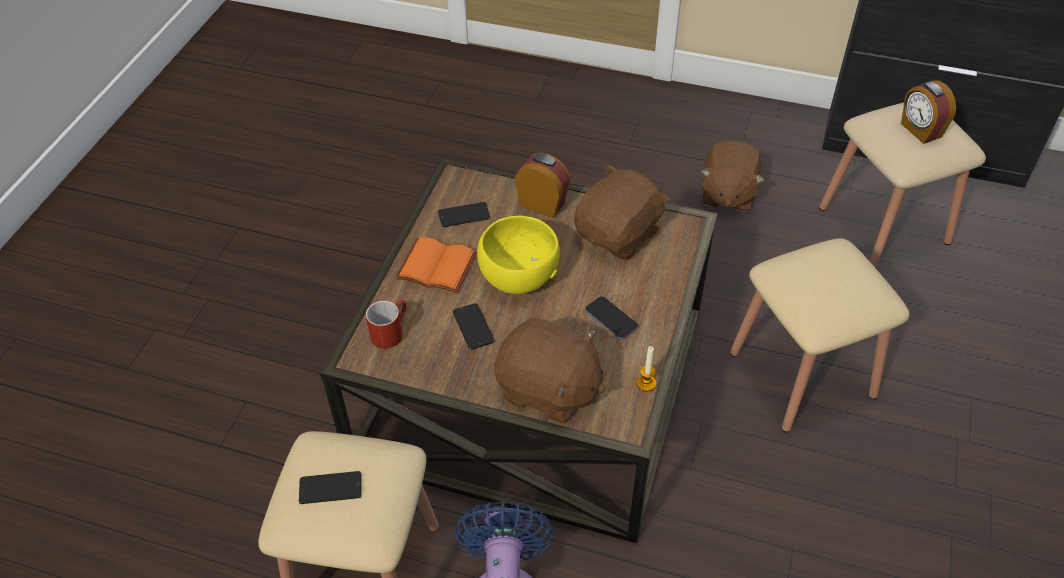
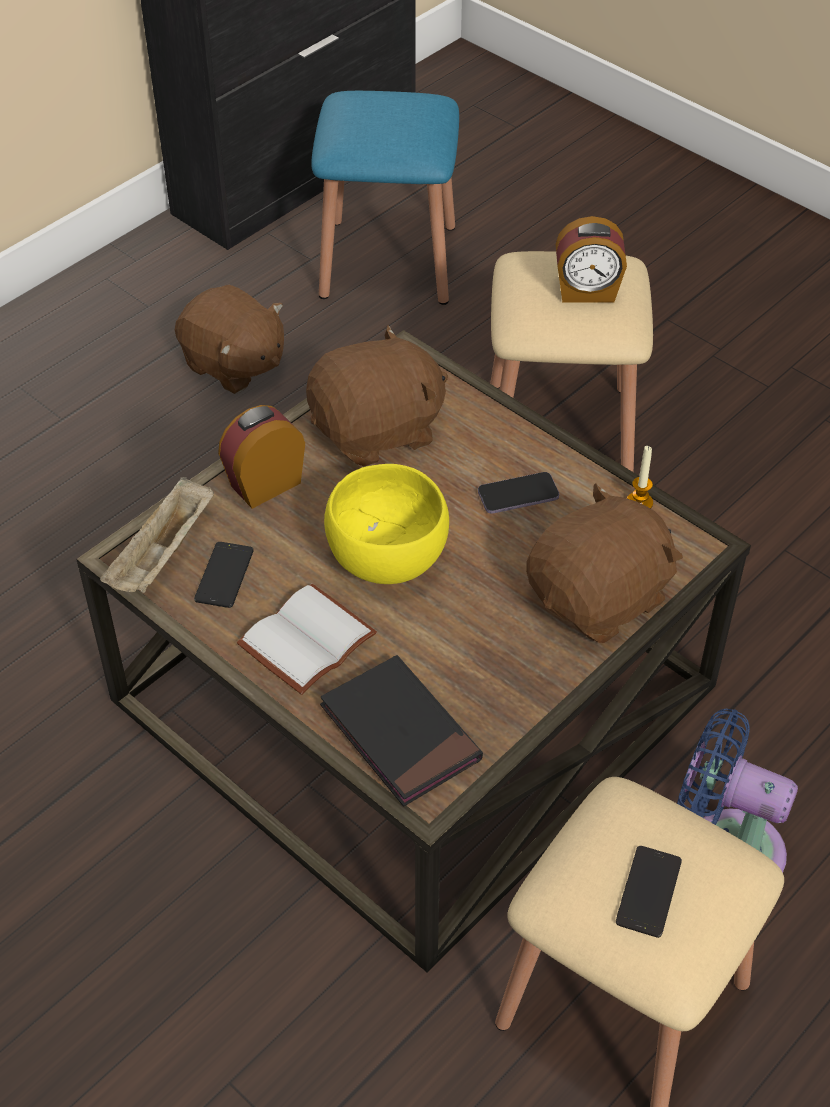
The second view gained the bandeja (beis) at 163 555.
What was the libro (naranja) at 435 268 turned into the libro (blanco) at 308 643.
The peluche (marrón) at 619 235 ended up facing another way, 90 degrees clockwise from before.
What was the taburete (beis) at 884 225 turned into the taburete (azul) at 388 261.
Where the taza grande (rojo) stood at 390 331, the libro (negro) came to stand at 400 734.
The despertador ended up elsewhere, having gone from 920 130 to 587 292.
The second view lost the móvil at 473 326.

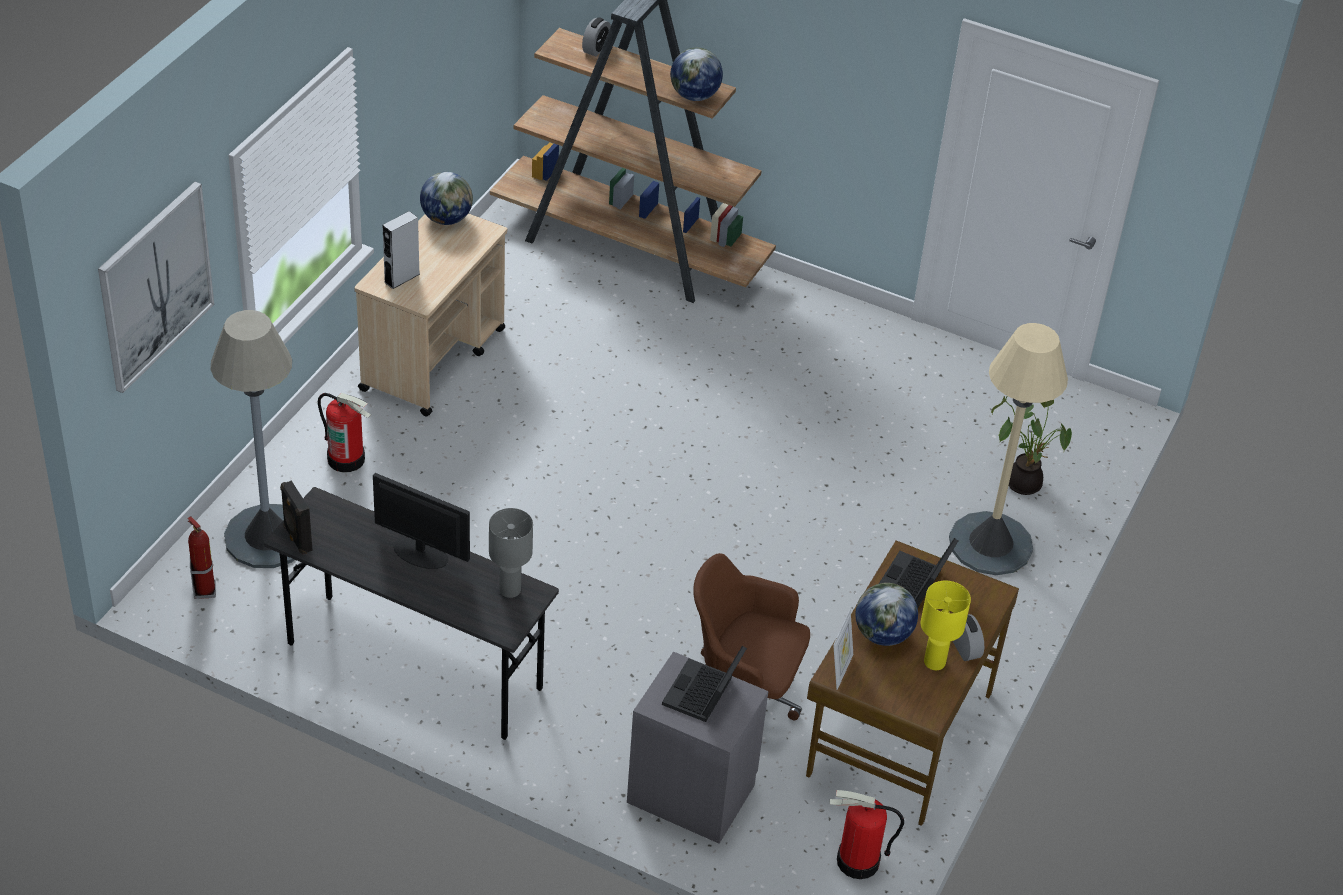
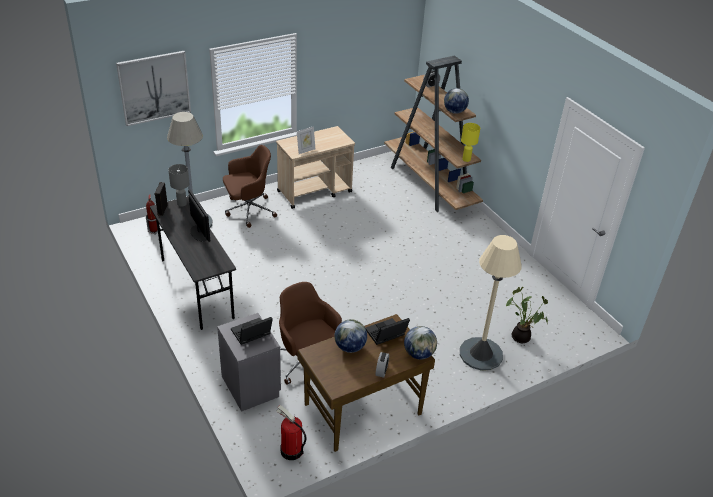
The lámpara de mesa (gris) ended up elsewhere, having gone from 510 590 to 181 204.
Where the extintor stood at 346 459, the silla de oficina (marrón) came to stand at 248 210.
The portarretratos ended up elsewhere, having gone from 840 670 to 306 150.
The globo terráqueo ended up elsewhere, having gone from 446 219 to 419 354.
The lámpara de mesa (amarillo) ended up elsewhere, having gone from 934 662 to 466 159.
The second view lost the altavoz (gris) at 402 278.

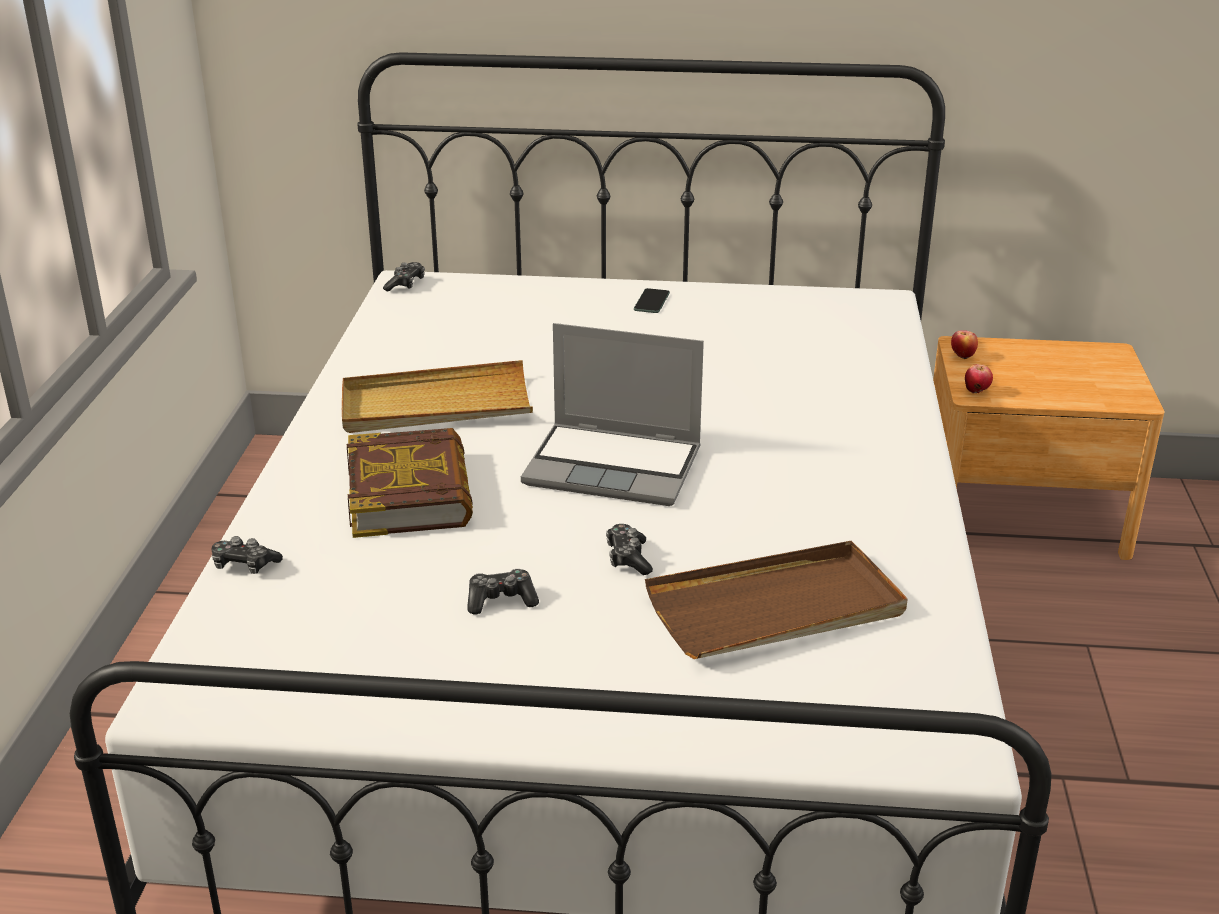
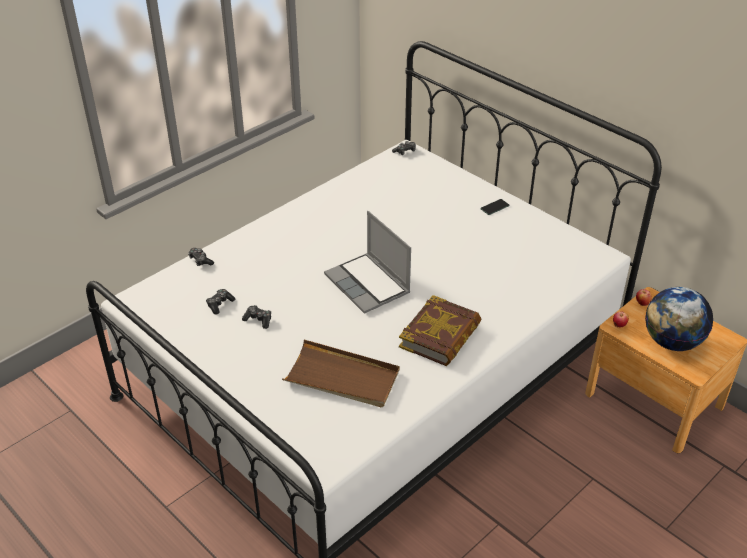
The mando de consola ended up elsewhere, having gone from 628 558 to 220 304.
The libro ended up elsewhere, having gone from 410 493 to 440 336.
The second view gained the globo terráqueo at 671 342.
The second view lost the bandeja (beis) at 435 405.

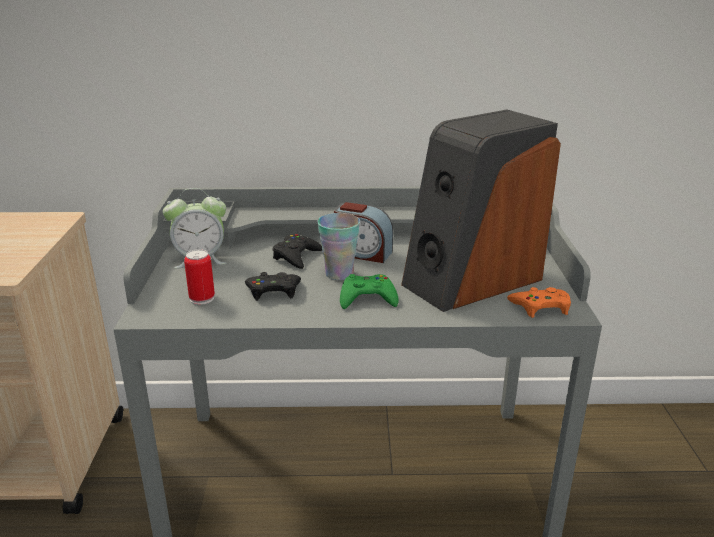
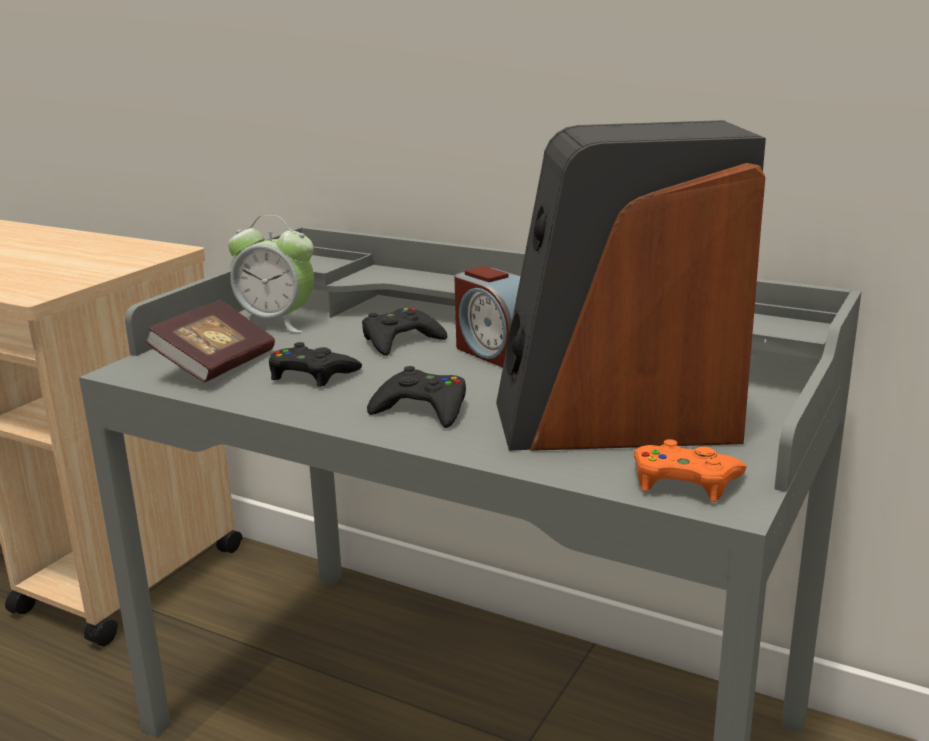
Where the lata stood at 202 298, the libro came to stand at 216 365.
What was the mando de consola (verde) at 367 298 turned into the mando de consola (negro) at 423 409.
The second view lost the taza at 339 274.

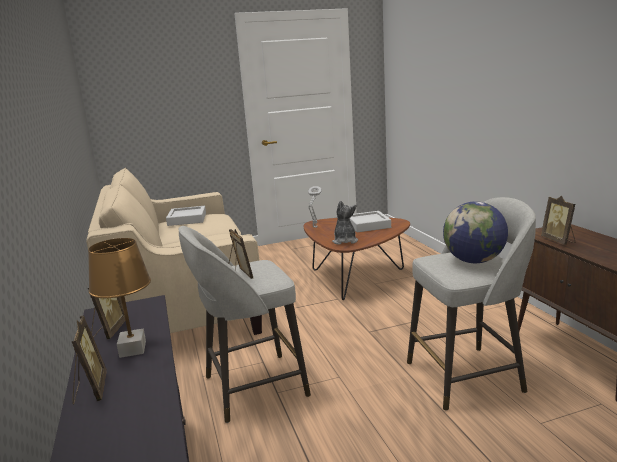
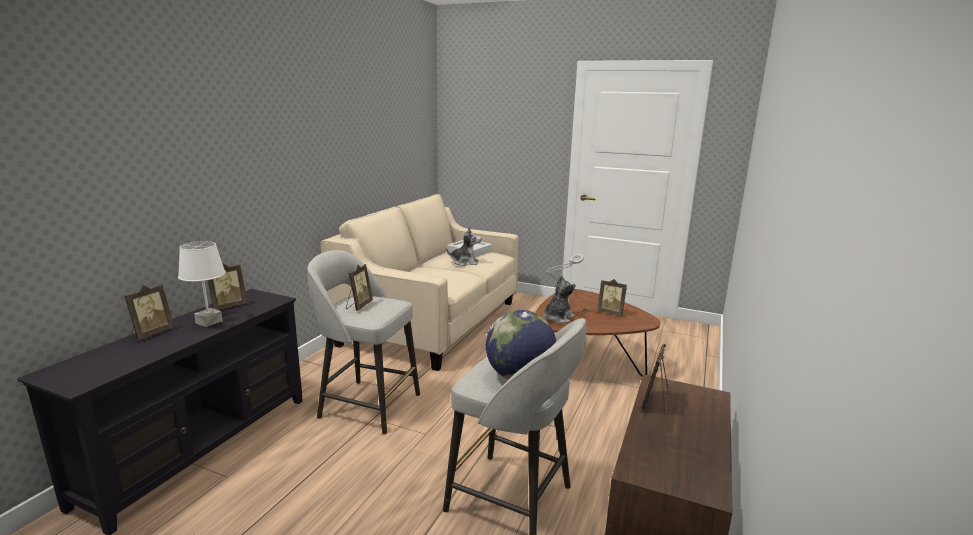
What was the lámpara de mesa (marrón) at 132 349 turned into the lámpara de mesa (blanco) at 209 322.
The second view gained the peluche at 465 262.
Where the bandeja (gris) stood at 368 225, the portarretratos came to stand at 611 312.

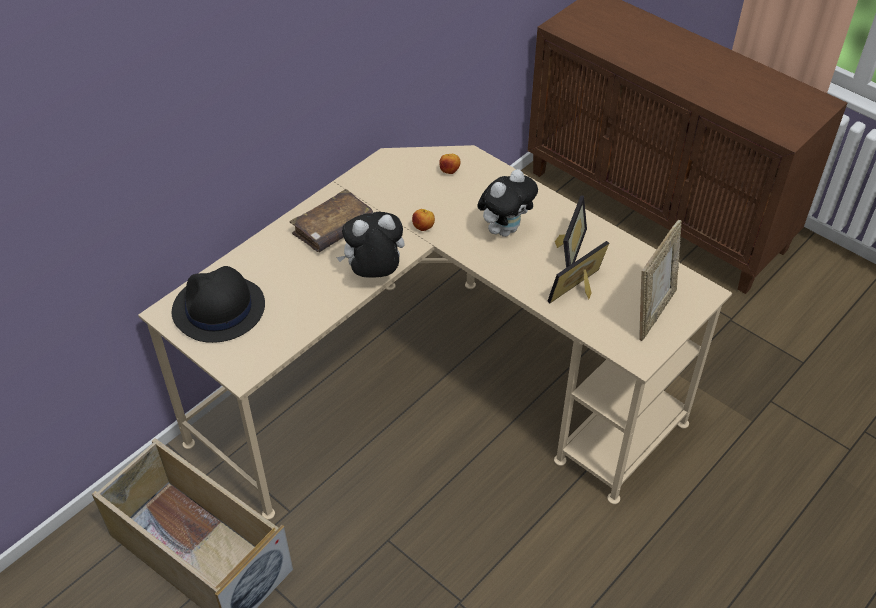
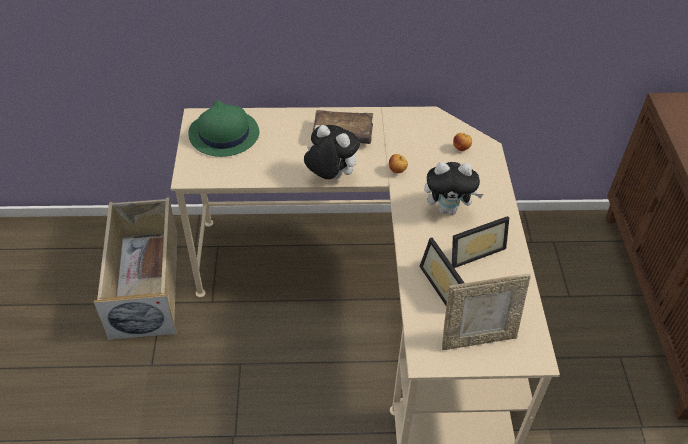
What was the sombrero (negro) at 218 309 turned into the sombrero (verde) at 223 134.
The portarretratos at 581 292 ended up facing another way, 120 degrees counterclockwise from before.

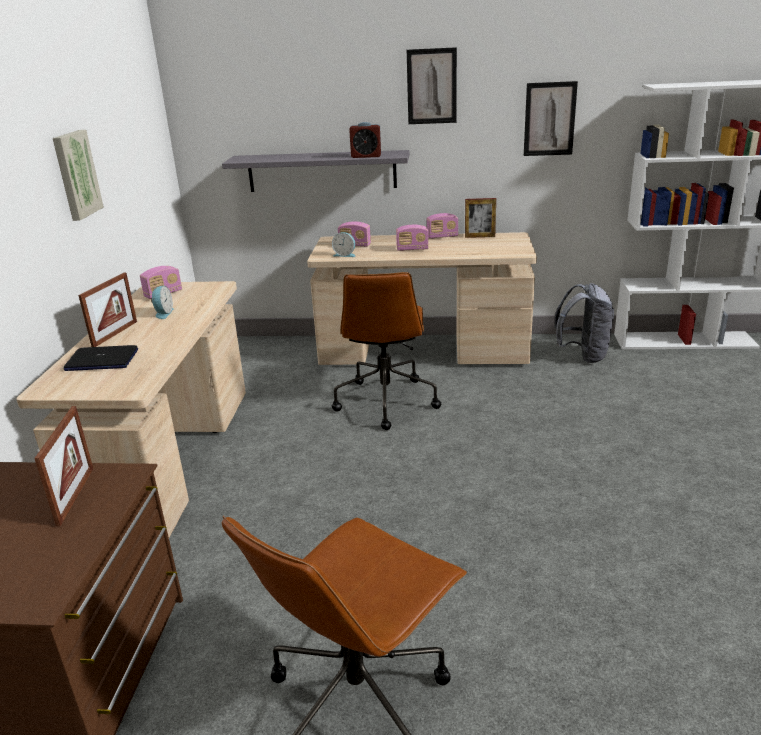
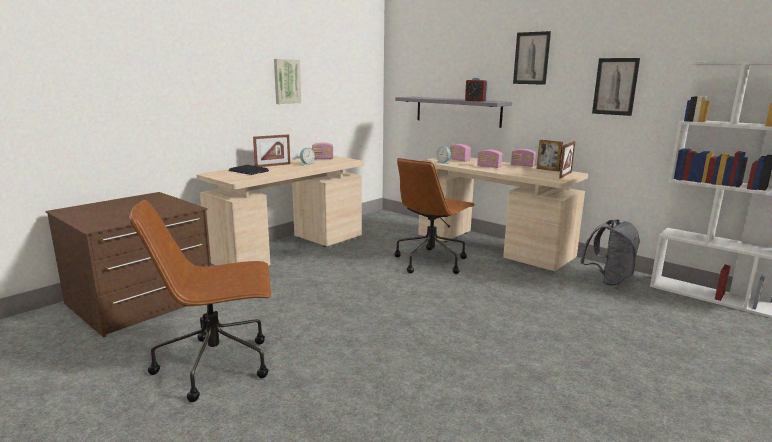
The portarretratos ended up elsewhere, having gone from 75 495 to 565 175.

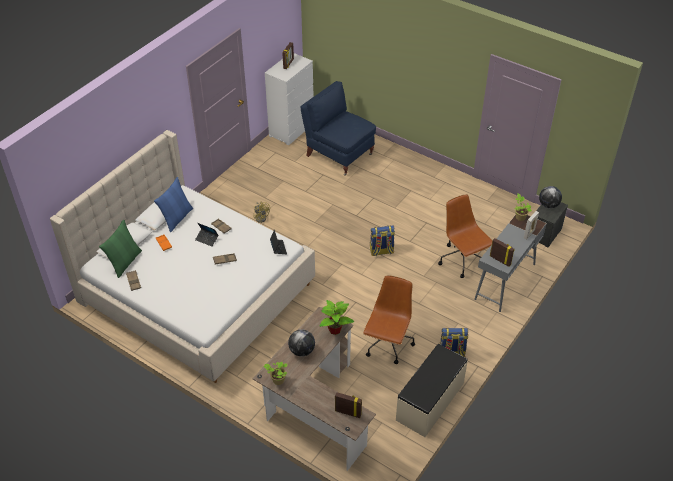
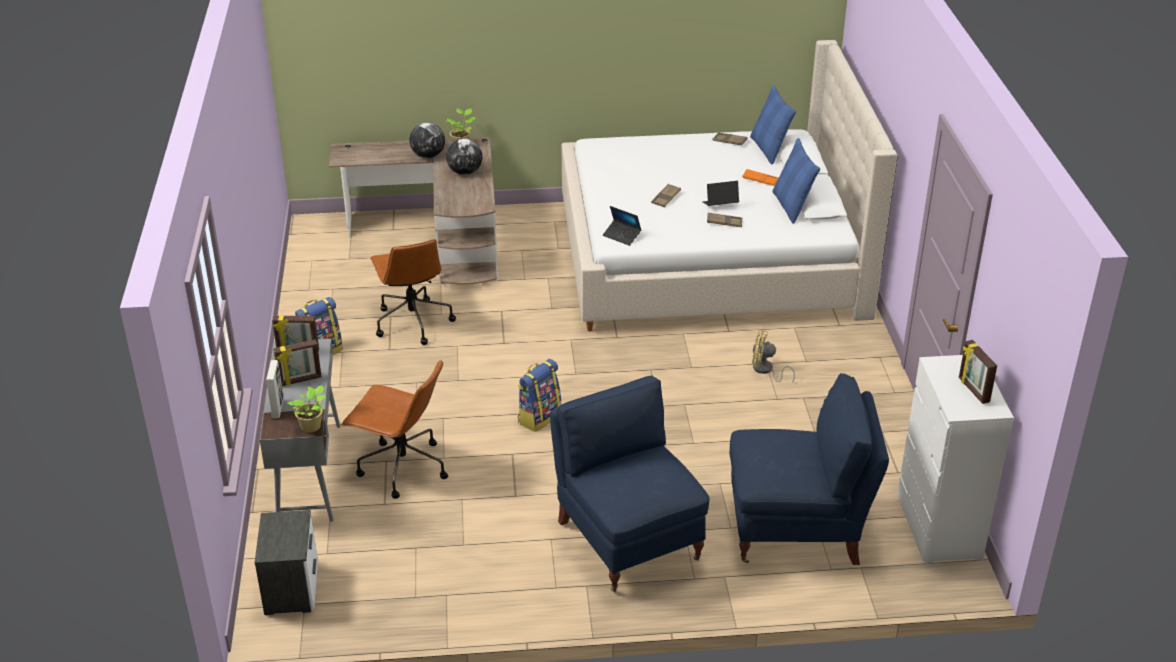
The portarretratos ended up elsewhere, having gone from 348 412 to 300 380.
The globo terráqueo ended up elsewhere, having gone from 548 205 to 428 156.
The second view gained the sillón (azul) at 627 539.
What was the cojín (verde) at 125 262 turned into the cojín (azul) at 769 149.
The second view lost the planta en maceta at 335 329.
The second view lost the banco (beis) at 430 402.

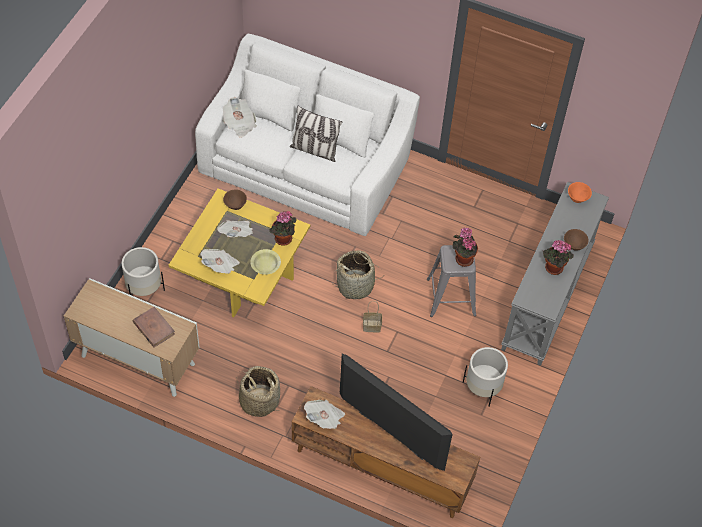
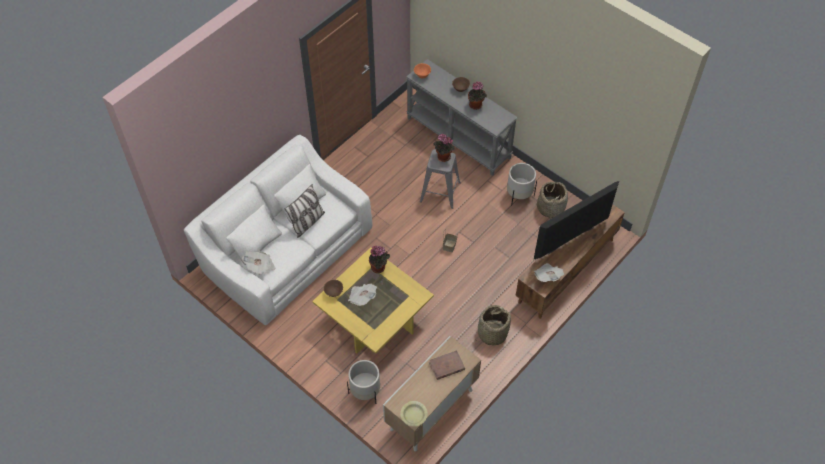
The cuenco (amarillo) ended up elsewhere, having gone from 265 265 to 414 415.
The cesta ended up elsewhere, having gone from 356 285 to 550 208.
The second view lost the periódico at 220 266.

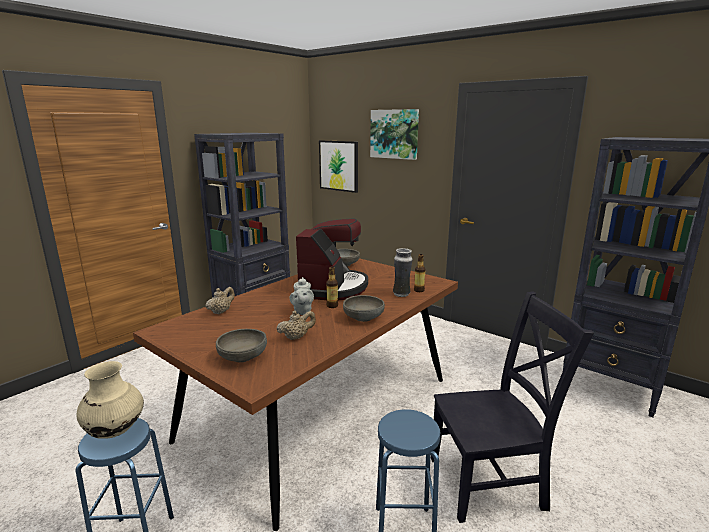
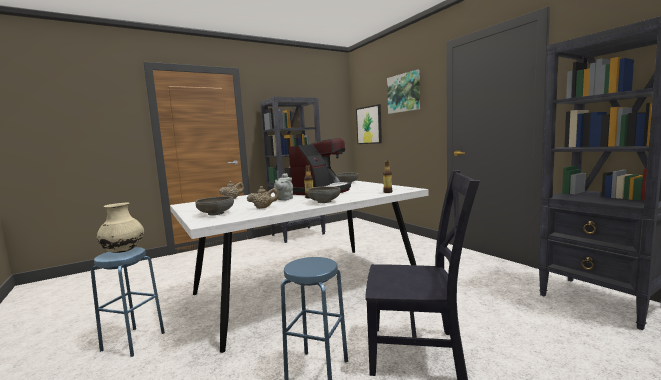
What was the mesa de comedor (marrón) at 320 407 turned into the mesa de comedor (blanco) at 307 287.
The second view lost the florero at 401 294.

